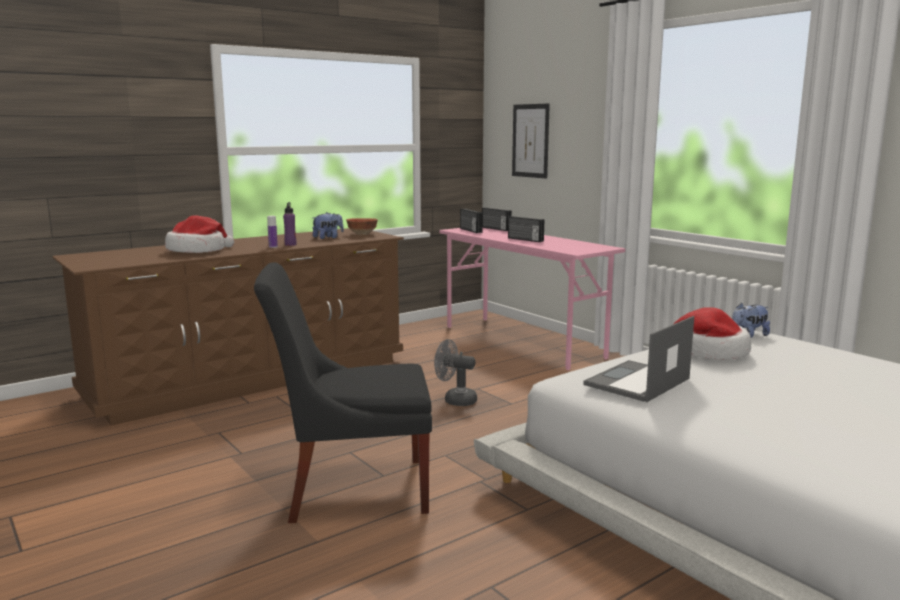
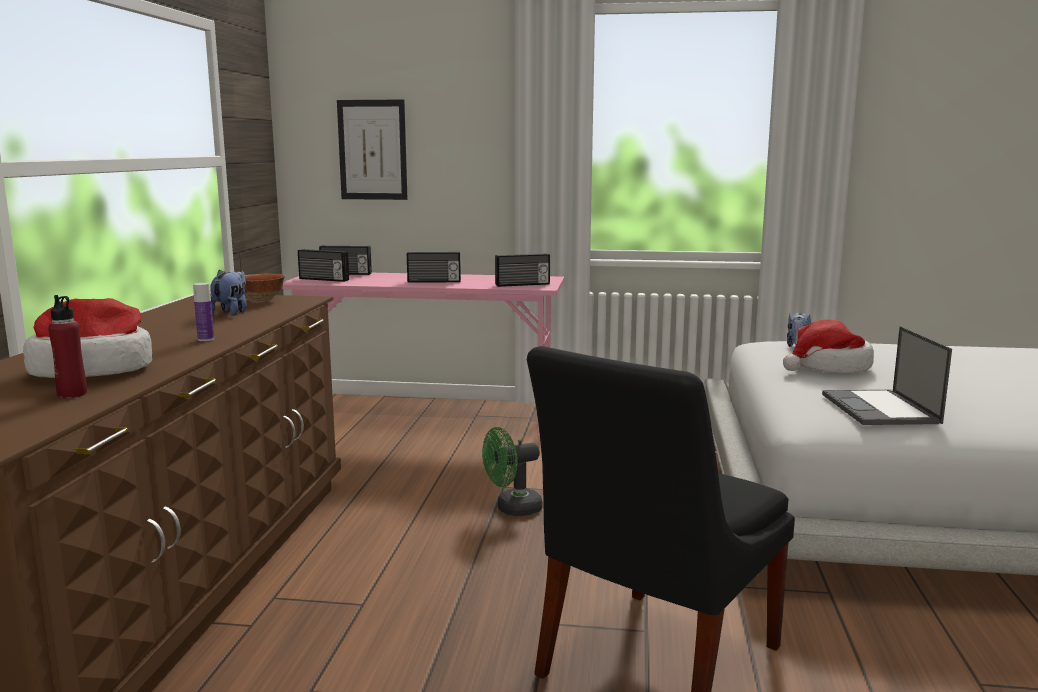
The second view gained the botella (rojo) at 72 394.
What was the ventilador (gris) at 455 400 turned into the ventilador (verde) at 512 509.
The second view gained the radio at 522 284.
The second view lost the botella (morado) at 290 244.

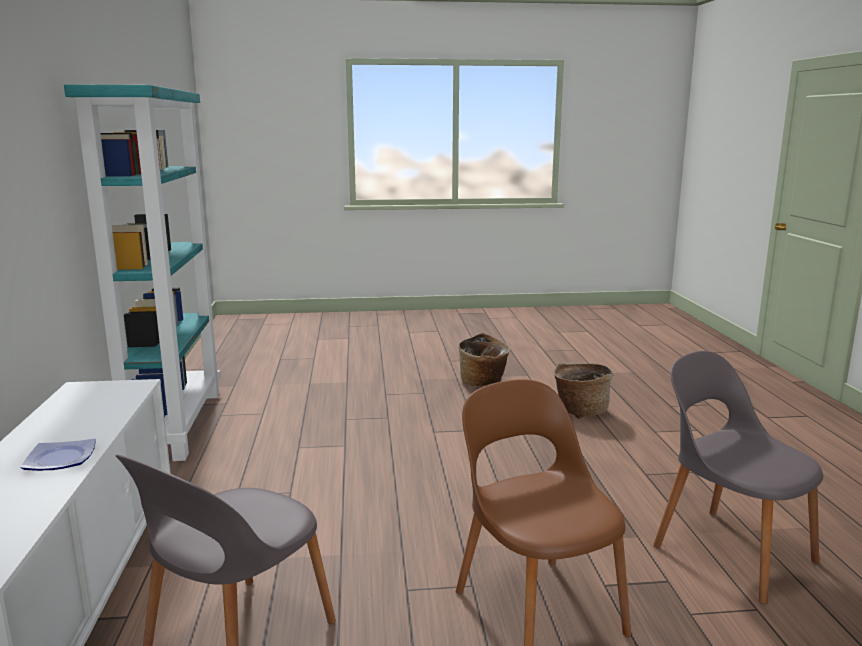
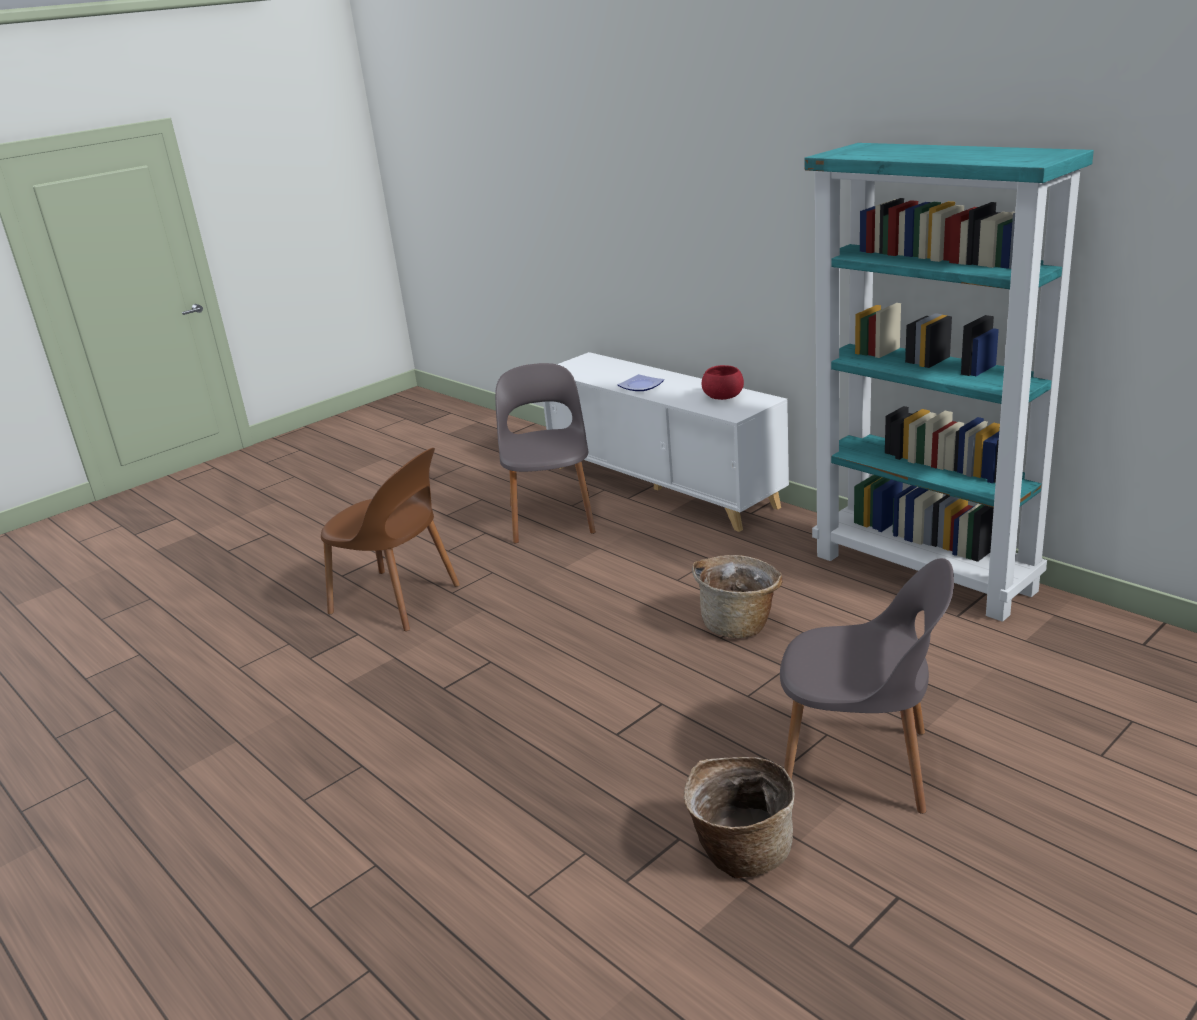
The cesta ended up elsewhere, having gone from 580 411 to 739 624.
The second view gained the cuenco (rojo) at 723 397.
The silla (gris) ended up elsewhere, having gone from 730 551 to 860 765.

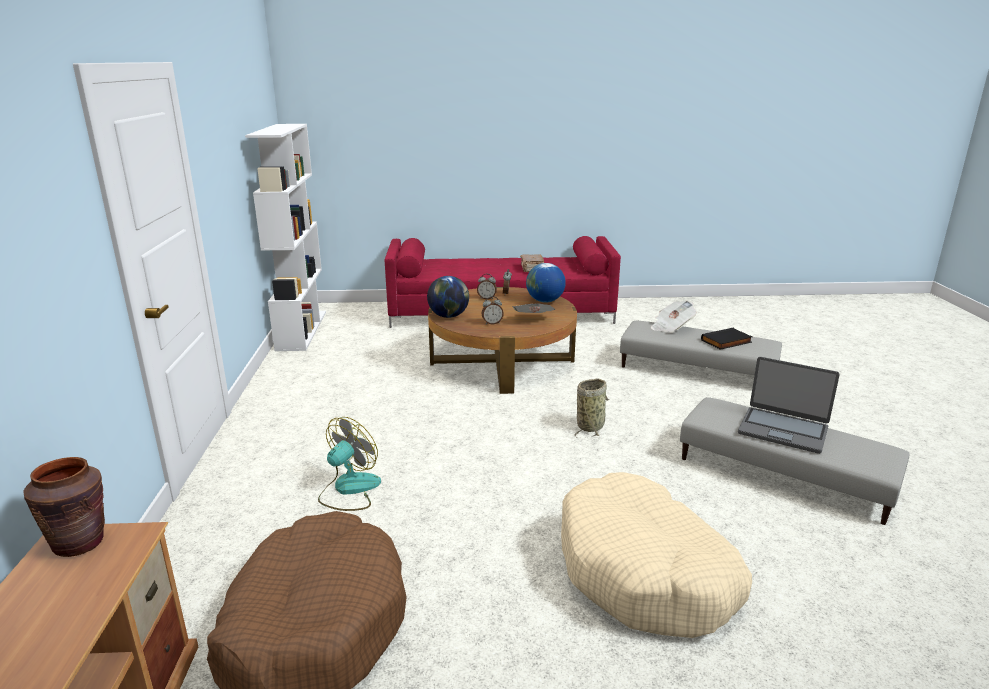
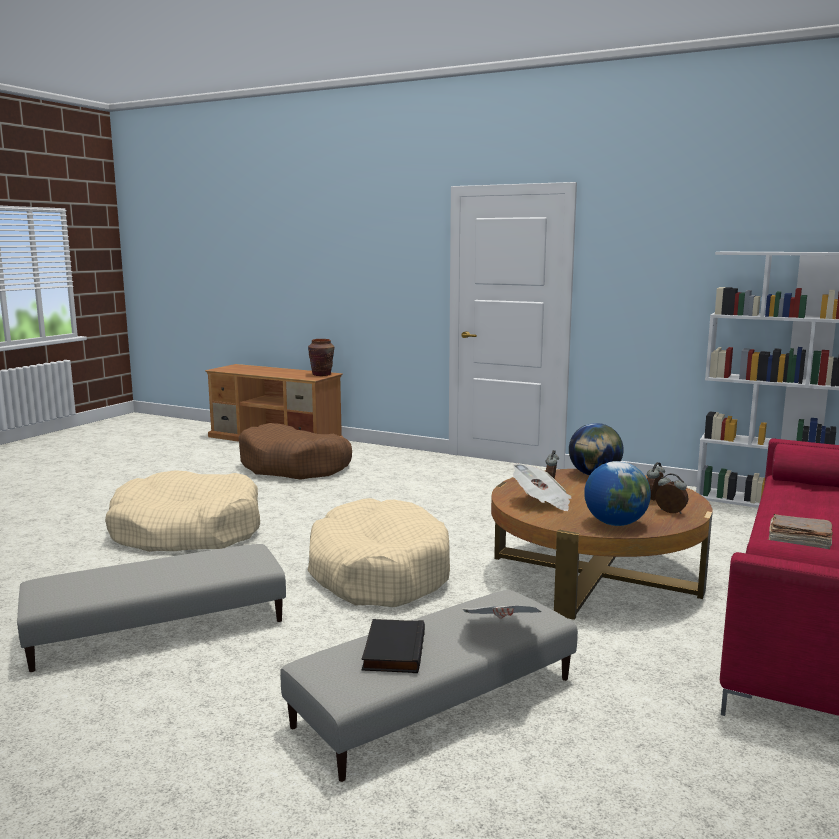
Where the cesta stood at 591 425, the cama para perro (beis) came to stand at 379 573.
The second view lost the ventilador at 349 489.
The second view lost the portátil at 783 430.

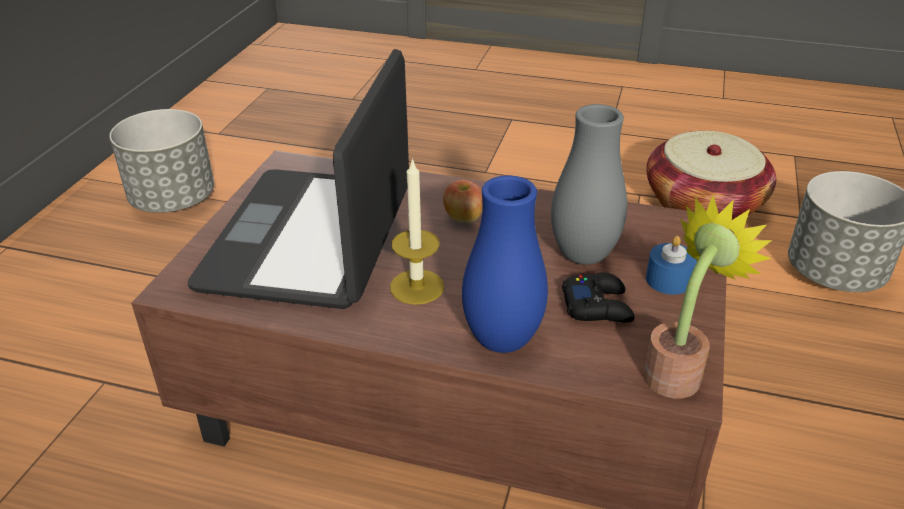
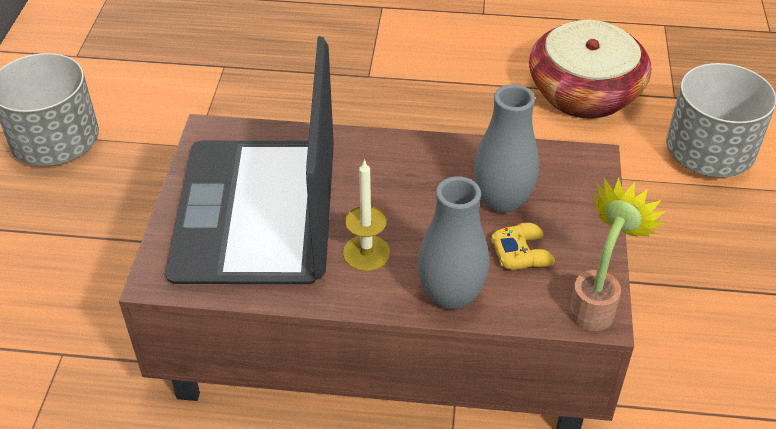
What was the florero (azul) at 502 340 turned into the florero (gris) at 451 296.
What was the mando de consola (negro) at 597 306 turned into the mando de consola (amarillo) at 522 252.
The second view lost the manzana at 463 218.
The second view lost the vela (azul) at 668 280.

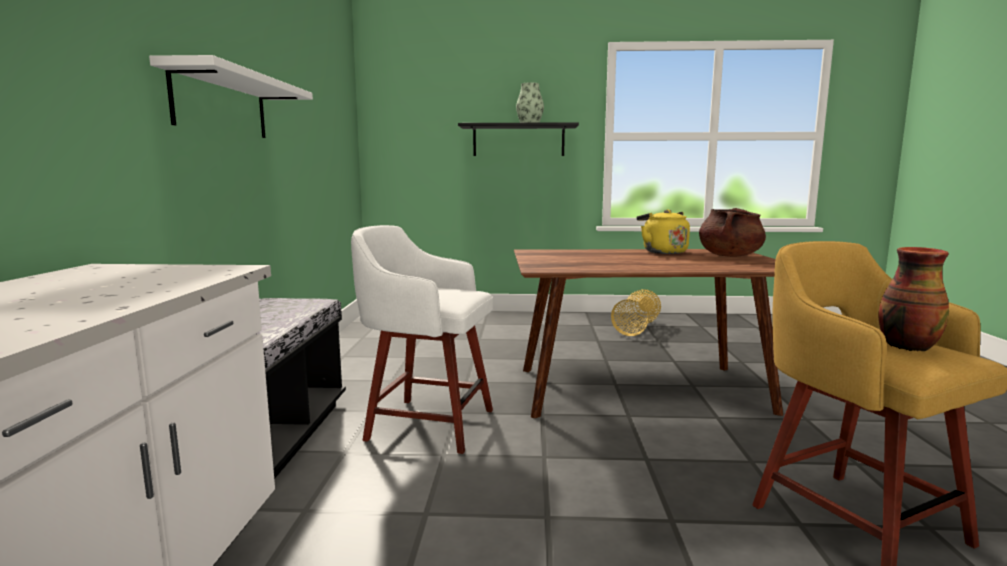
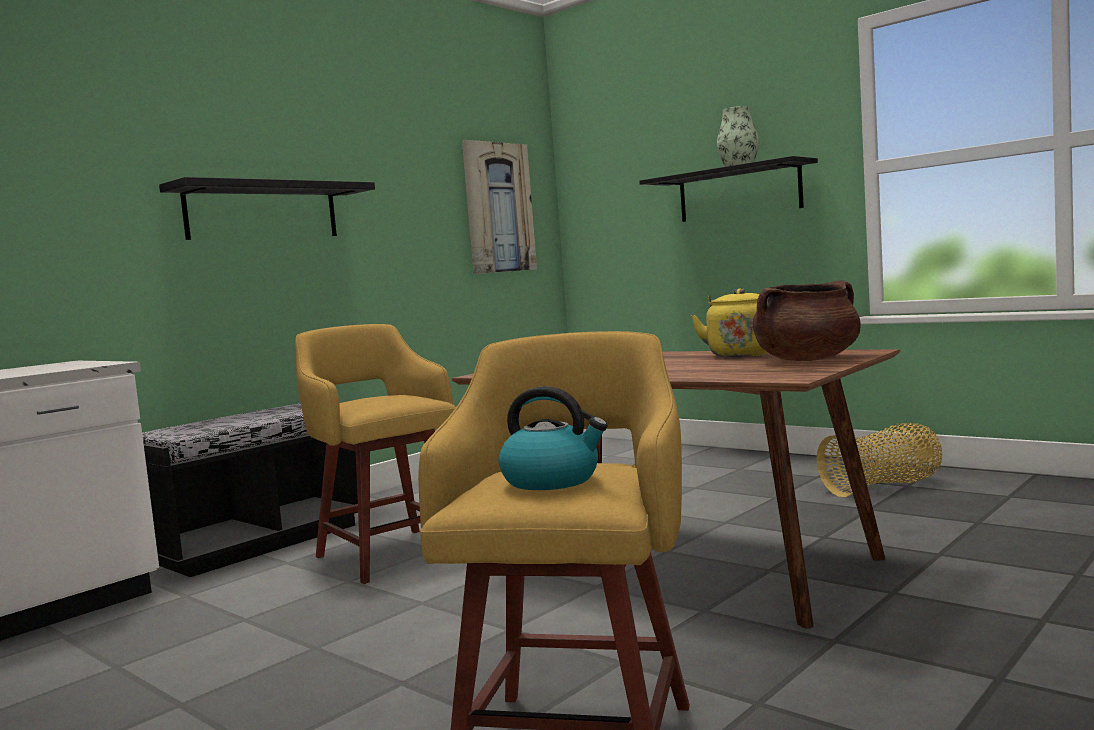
What was the estante (blanco) at 222 105 turned into the estante (negro) at 263 212.
What was the taburete (blanco) at 427 423 turned into the taburete (amarillo) at 390 553.
The second view gained the cuadro at 498 208.
Where the florero stood at 906 346, the hervidor came to stand at 552 480.

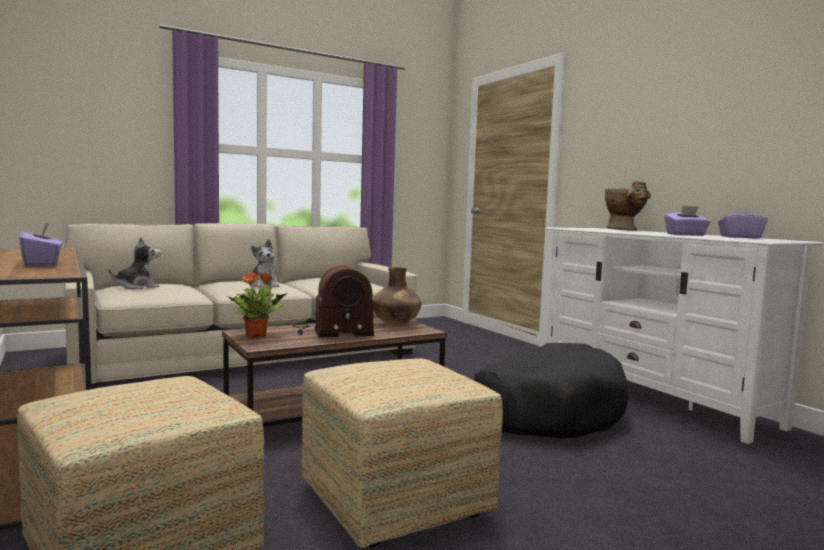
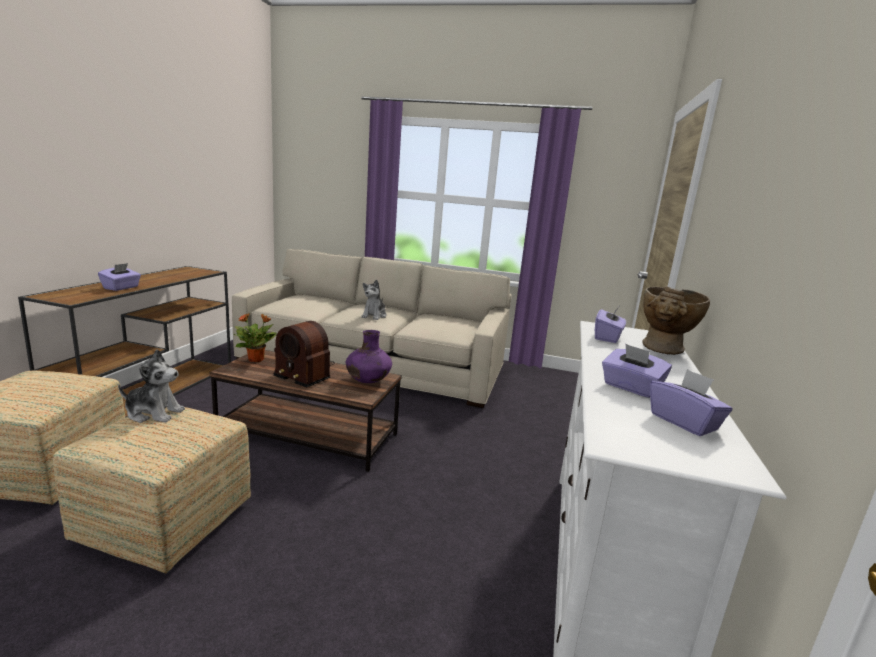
The peluche ended up elsewhere, having gone from 137 287 to 154 413.
What was the florero (marrón) at 396 324 turned into the florero (morado) at 368 381.
The second view gained the caja de pañuelos (morado) at 607 337.
The second view lost the cama para perro (negro) at 546 411.

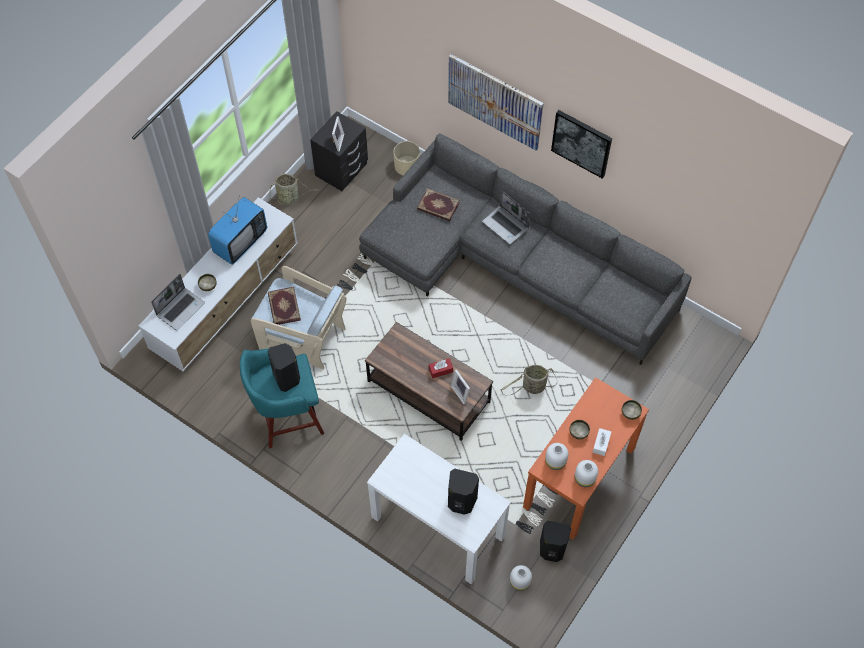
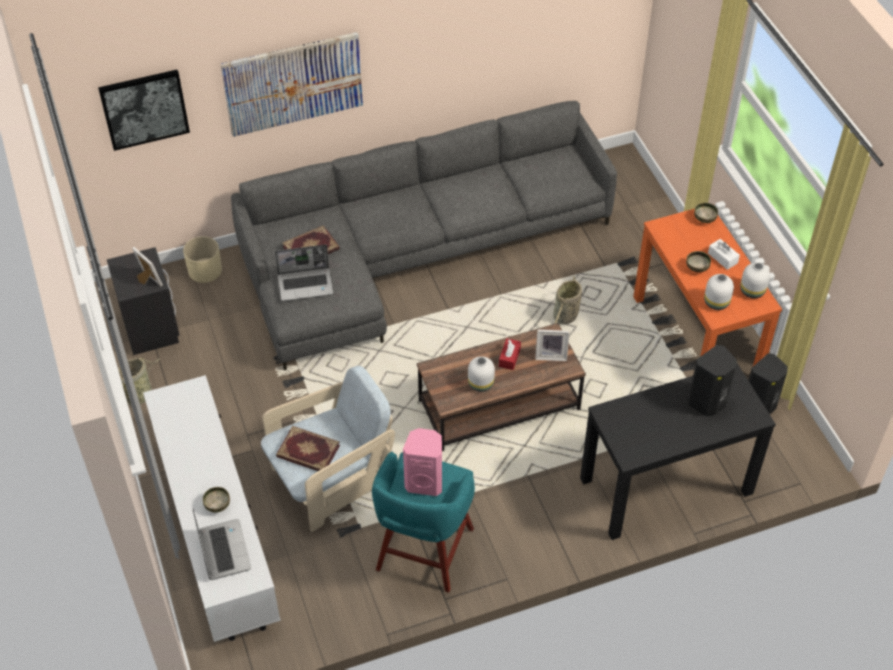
The cuadro ended up elsewhere, having gone from 582 143 to 144 108.
The portátil ended up elsewhere, having gone from 506 225 to 306 284.
What was the altavoz (negro) at 287 378 turned into the altavoz (rosa) at 425 482.
The florero (blanco) ended up elsewhere, having gone from 519 582 to 481 384.
What was the mesa consola (blanco) at 437 527 turned into the mesa consola (negro) at 665 486.
The second view lost the televisor at 240 242.

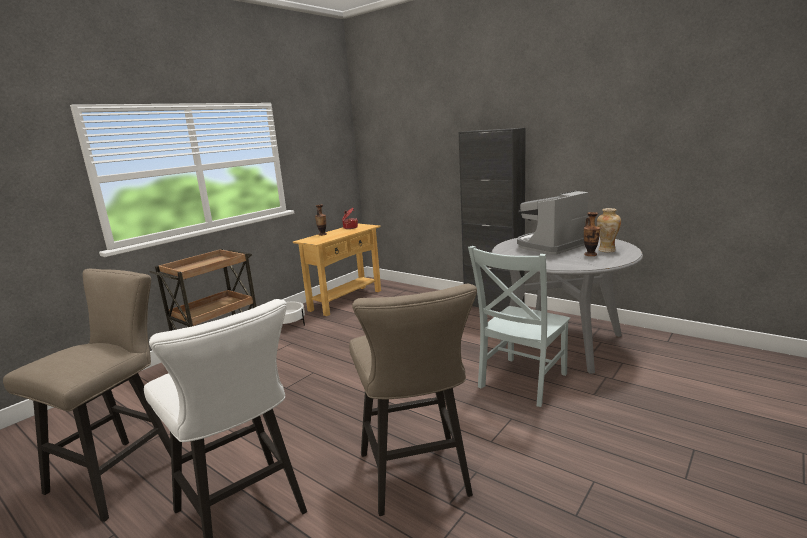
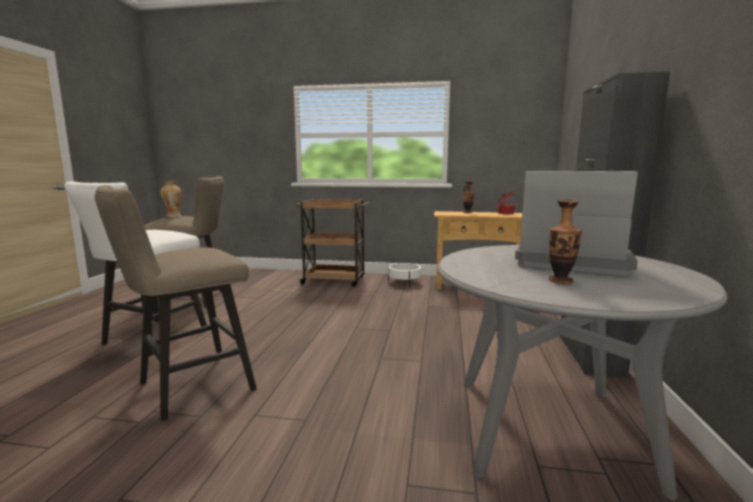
The florero ended up elsewhere, having gone from 607 250 to 173 216.
The second view lost the silla (gris) at 521 382.

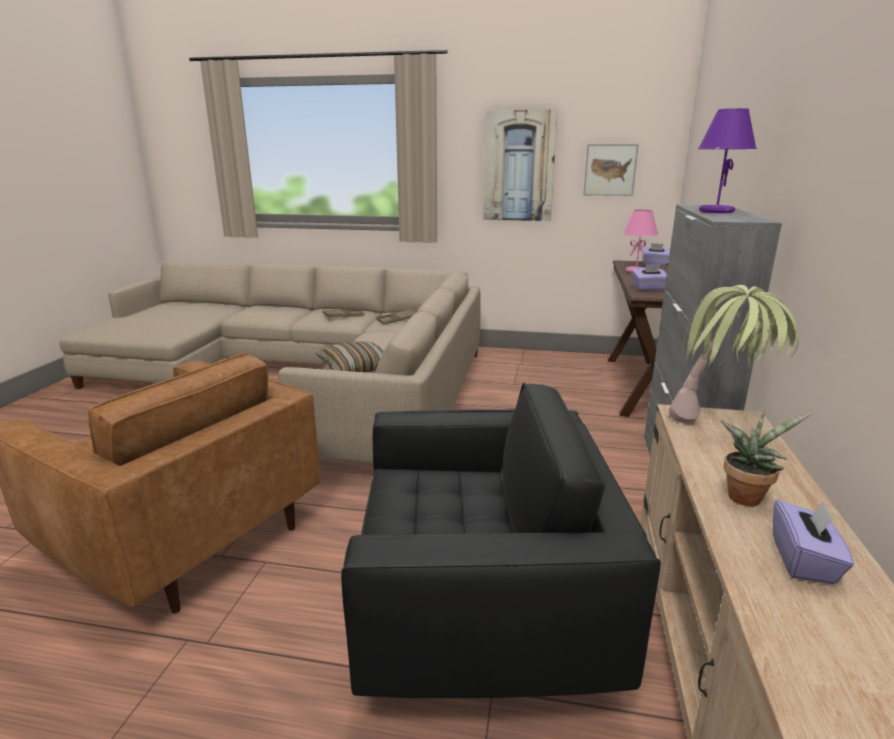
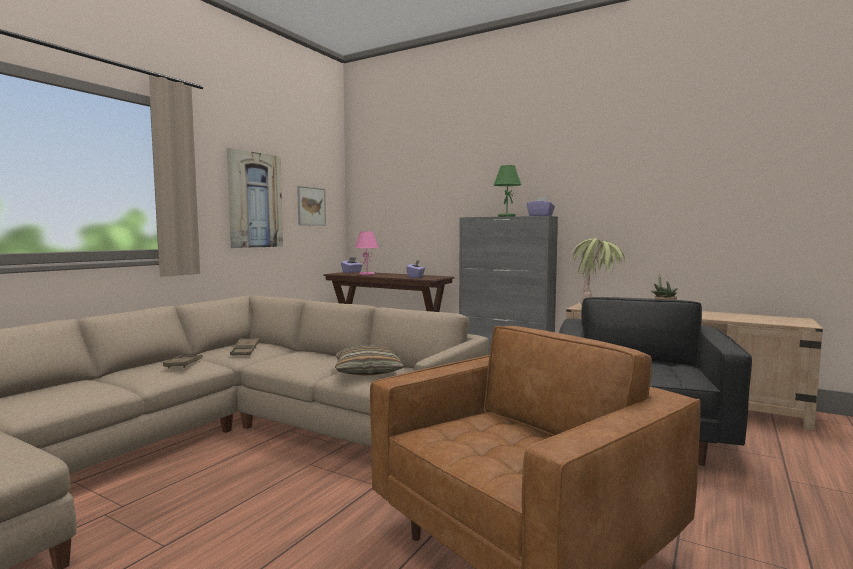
What was the lámpara de mesa (morado) at 715 211 turned into the lámpara de mesa (verde) at 506 216.
The caja de pañuelos (morado) ended up elsewhere, having gone from 804 561 to 540 216.

